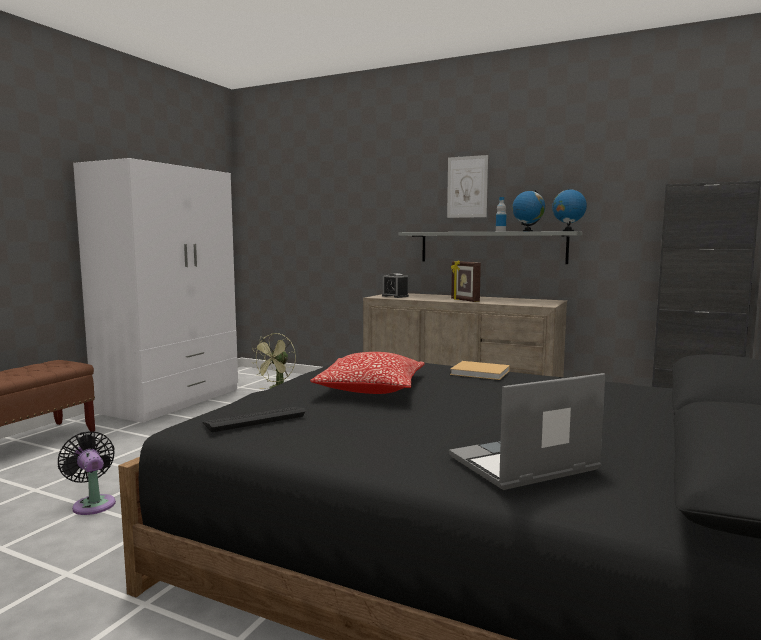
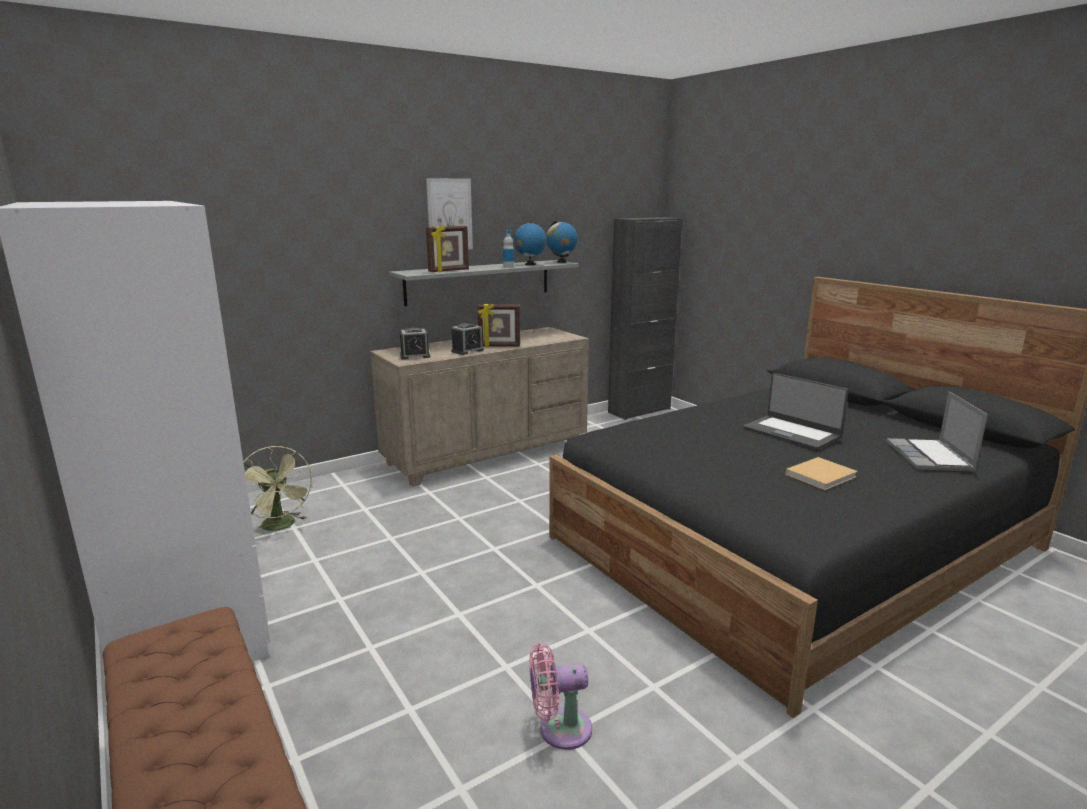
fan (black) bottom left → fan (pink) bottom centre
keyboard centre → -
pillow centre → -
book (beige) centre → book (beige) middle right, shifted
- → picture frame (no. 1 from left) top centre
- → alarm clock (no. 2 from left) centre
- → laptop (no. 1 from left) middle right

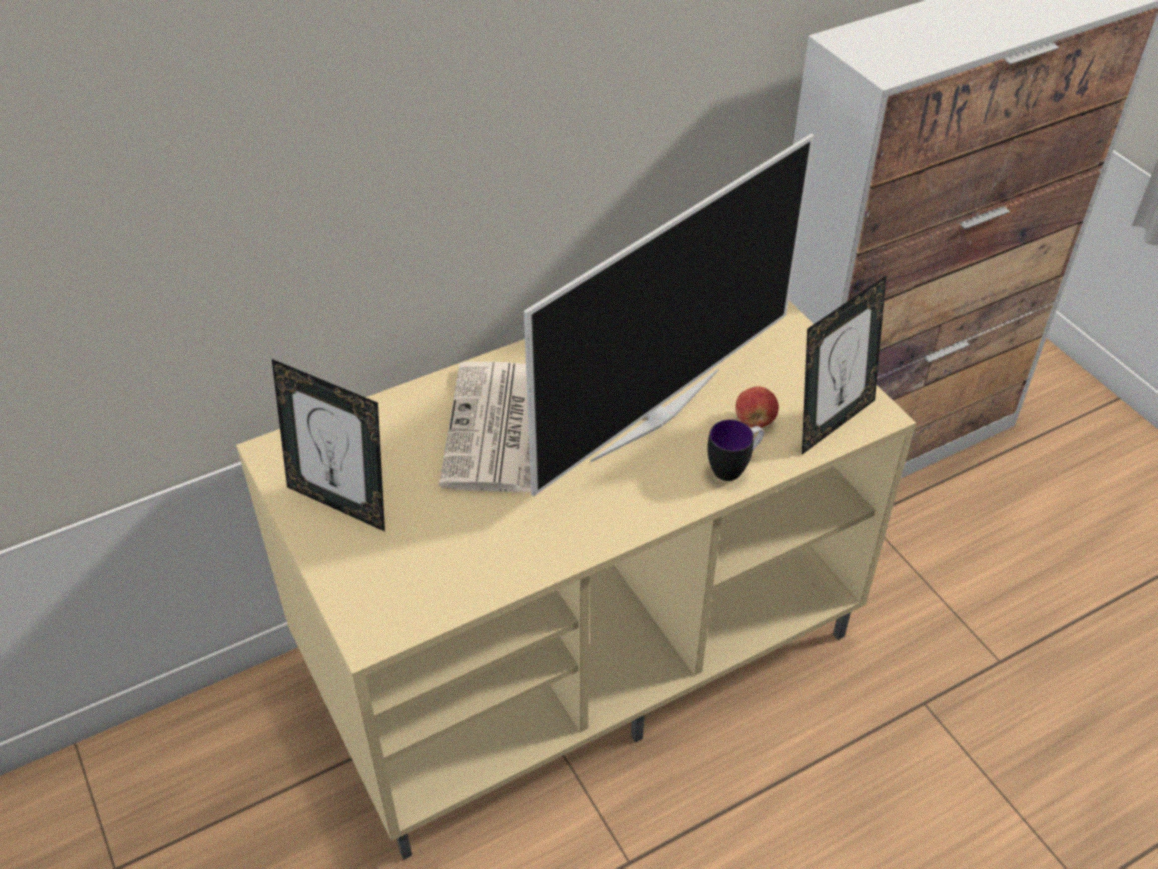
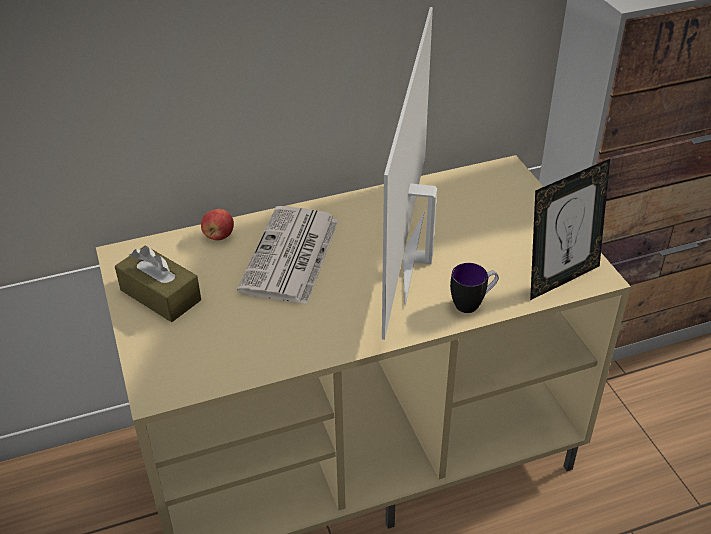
picture frame (no. 1 from left) middle left → tissue box (brown) middle left
television centre → television top centre, 135 degrees clockwise
apple centre → apple middle left, shifted

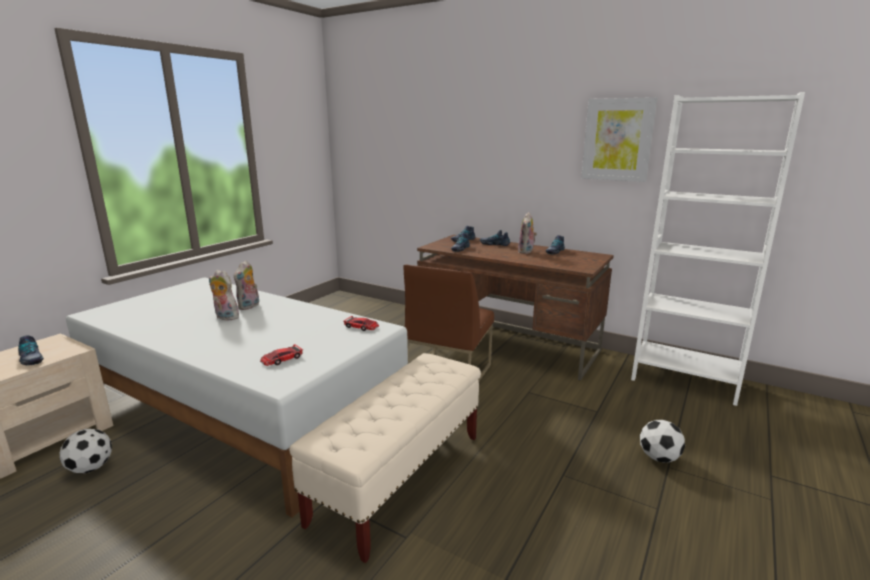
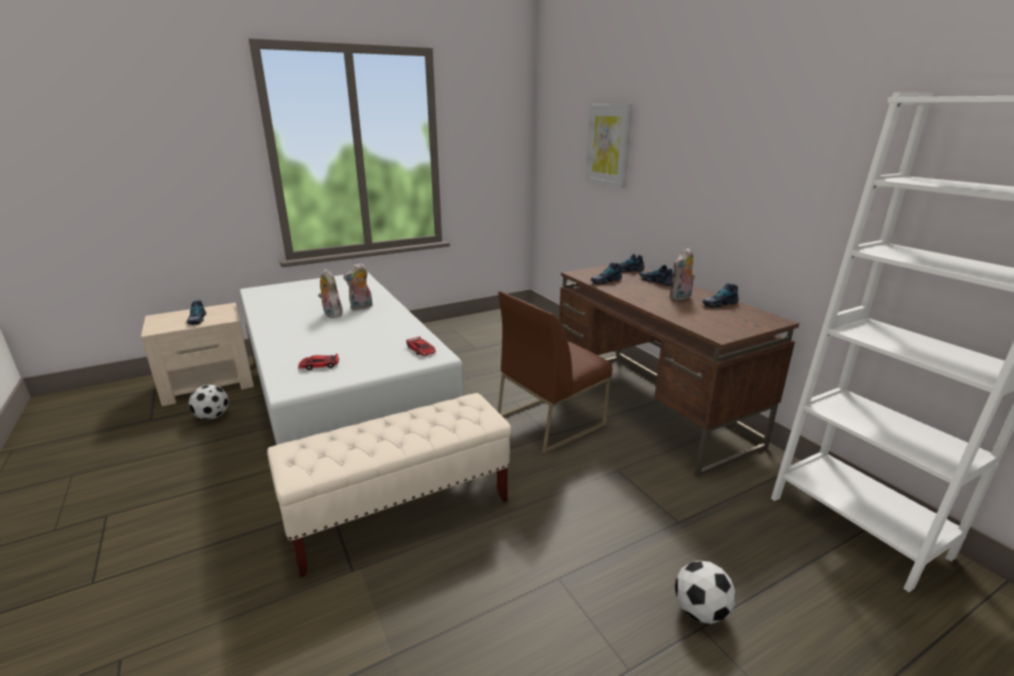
picture top right → picture top centre, shifted

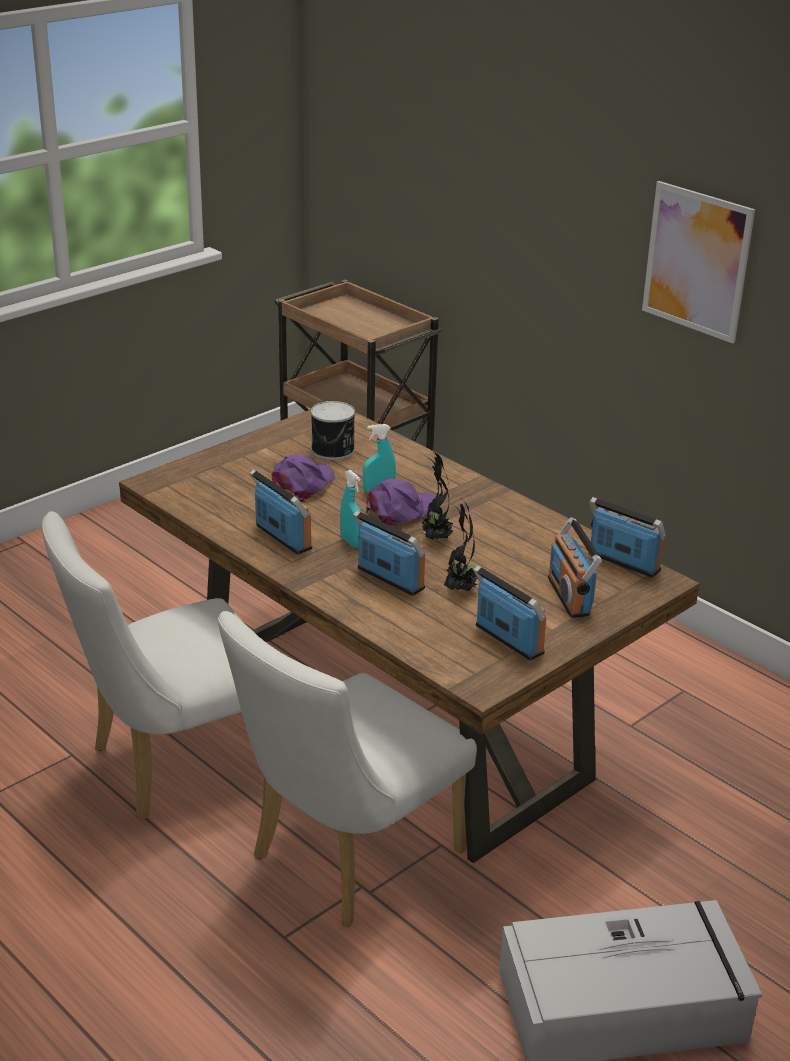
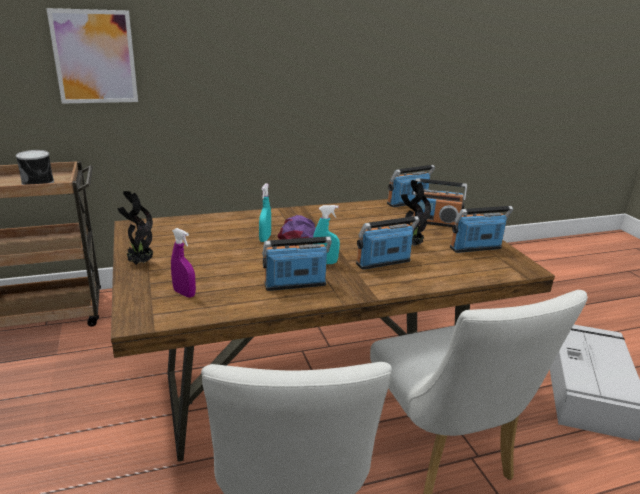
cap (purple) (no. 1 from left) centre → -
can centre → can middle left, shifted
potted plant (no. 1 from left) centre → potted plant (no. 1 from left) middle left, shifted
picture top right → picture top left, shifted
- → spray bottle (purple) middle left

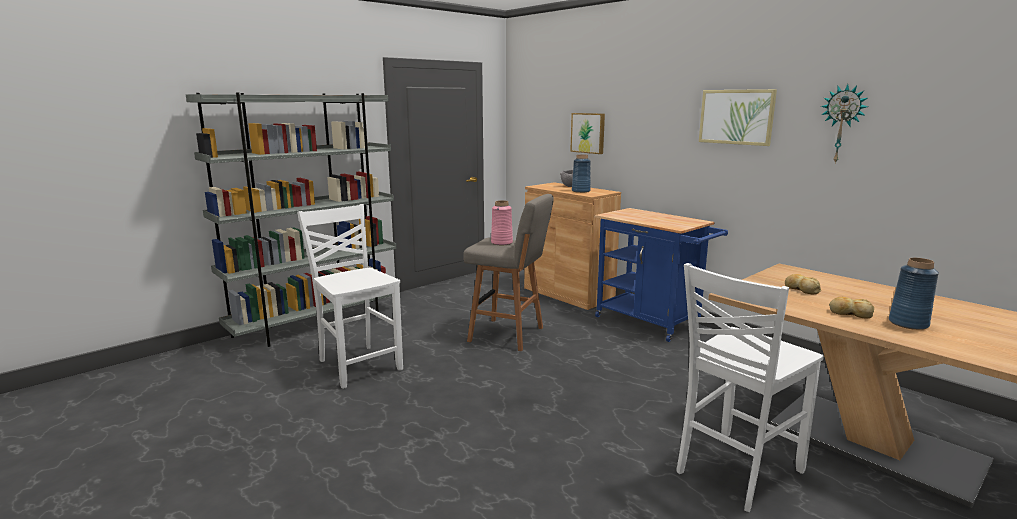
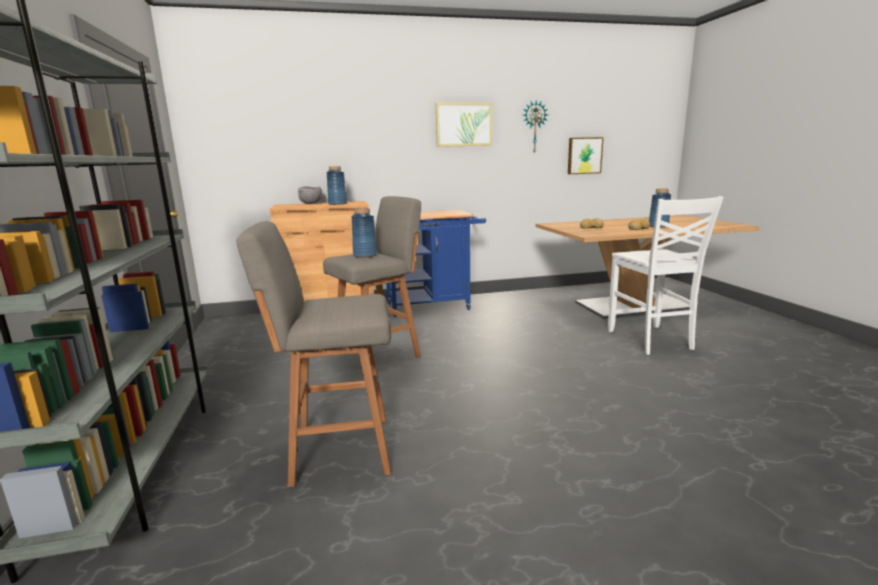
chair (white) (no. 1 from left) centre → stool (grey) (no. 1 from left) centre
vase (pink) centre → vase (blue) (no. 2 from left) centre
picture (no. 1 from left in the first image) top centre → picture (no. 2 from left) top right, shifted

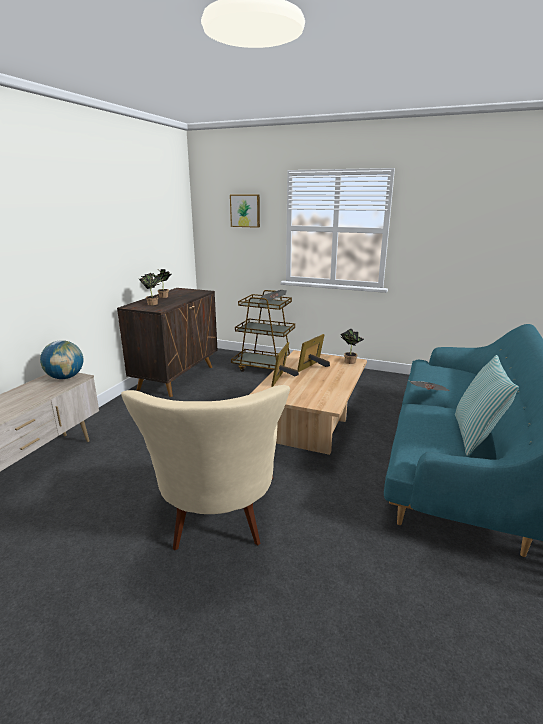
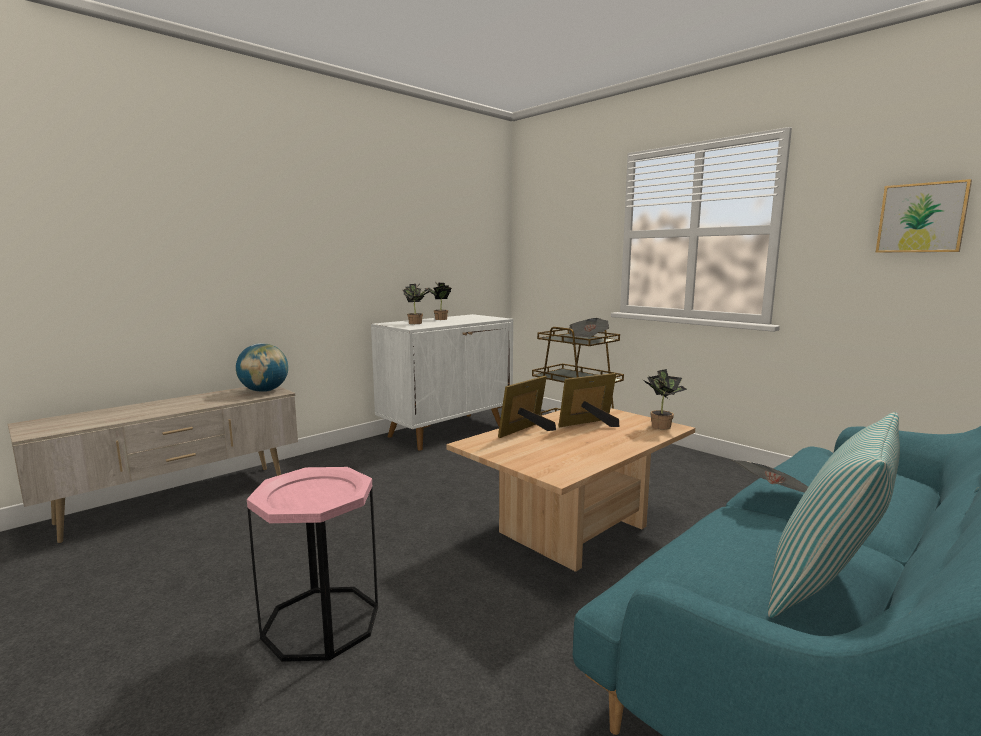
cabinet (brown) middle left → cabinet (white) centre
armchair (beige) centre → side table (pink) bottom left
picture top centre → picture top right, shifted

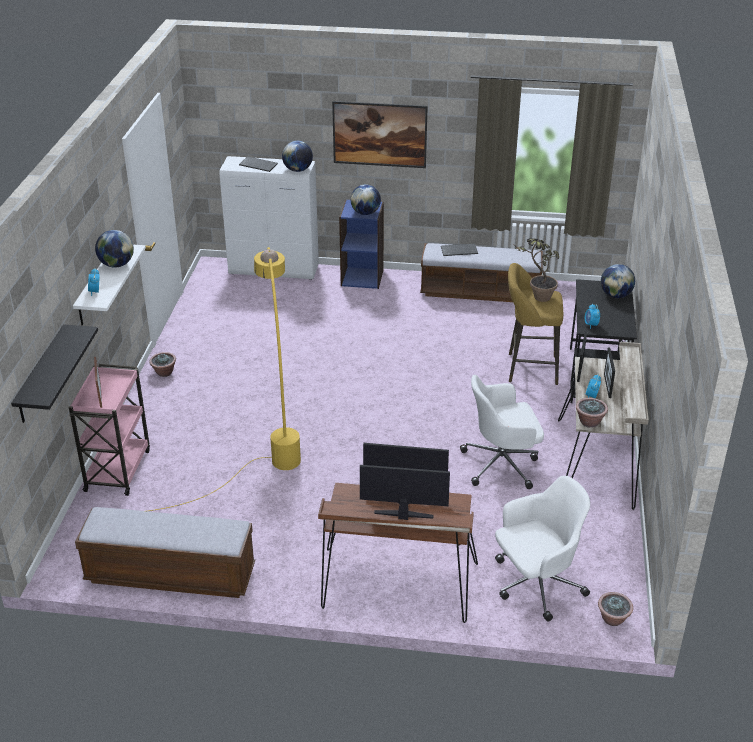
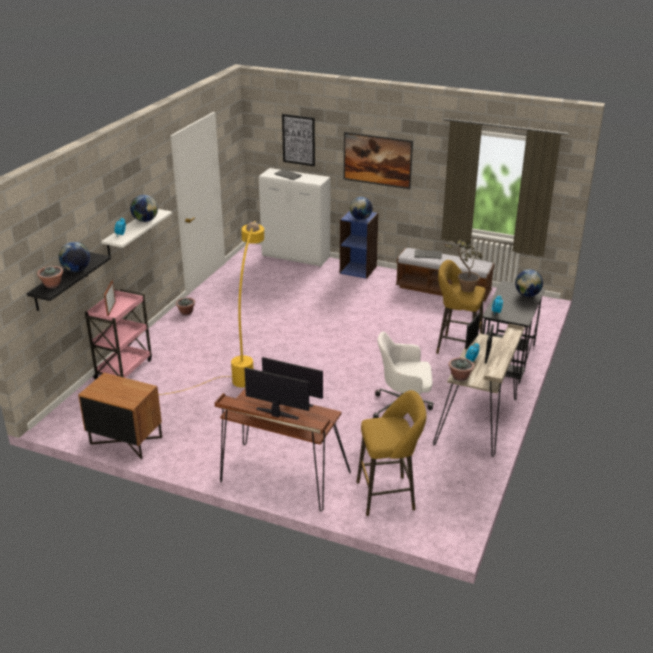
bench (no. 1 from left) bottom left → nightstand (brown) middle left
globe (no. 2 from left in the first image) top centre → globe (no. 1 from left) middle left, shifted
office chair (white) (no. 2 from left) bottom right → stool (yellow) (no. 1 from left) bottom centre
potted plant (no. 4 from left in the first image) bottom right → potted plant (no. 1 from left) middle left, shifted
- → picture (no. 1 from left) top centre

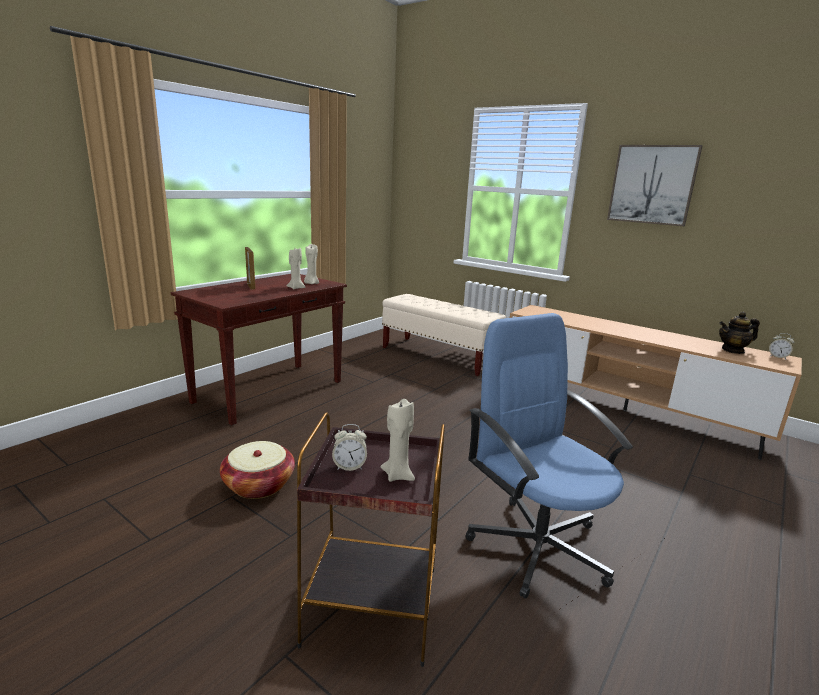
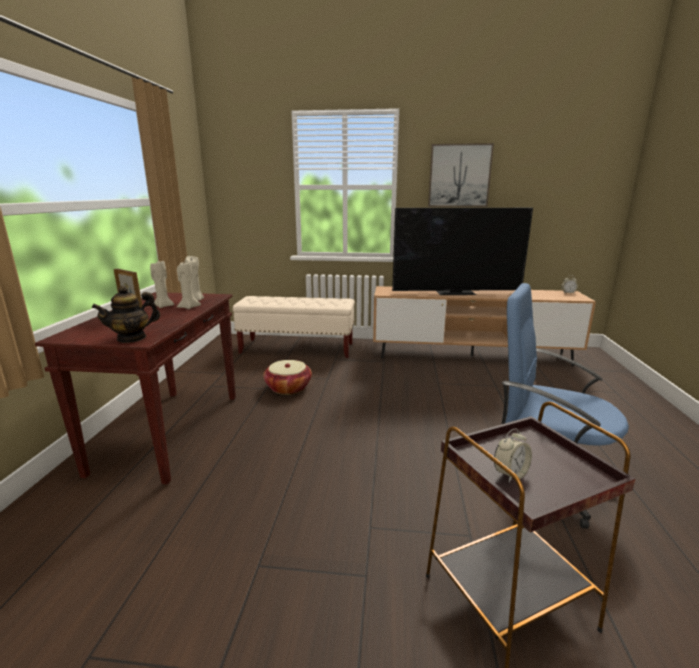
basket bottom left → basket centre, shifted
candle (beige) (no. 3 from left in the first image) centre → candle (beige) (no. 1 from left) middle left, shifted
teapot middle right → teapot middle left, shifted
- → television centre

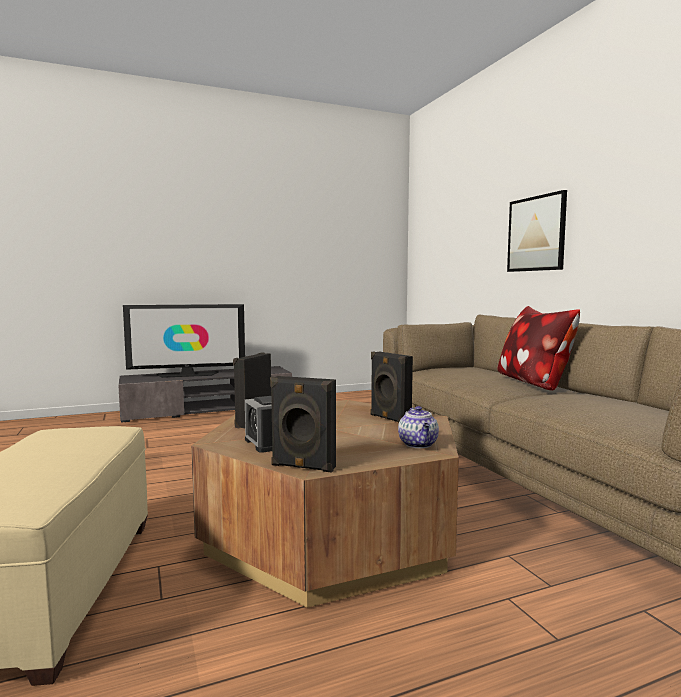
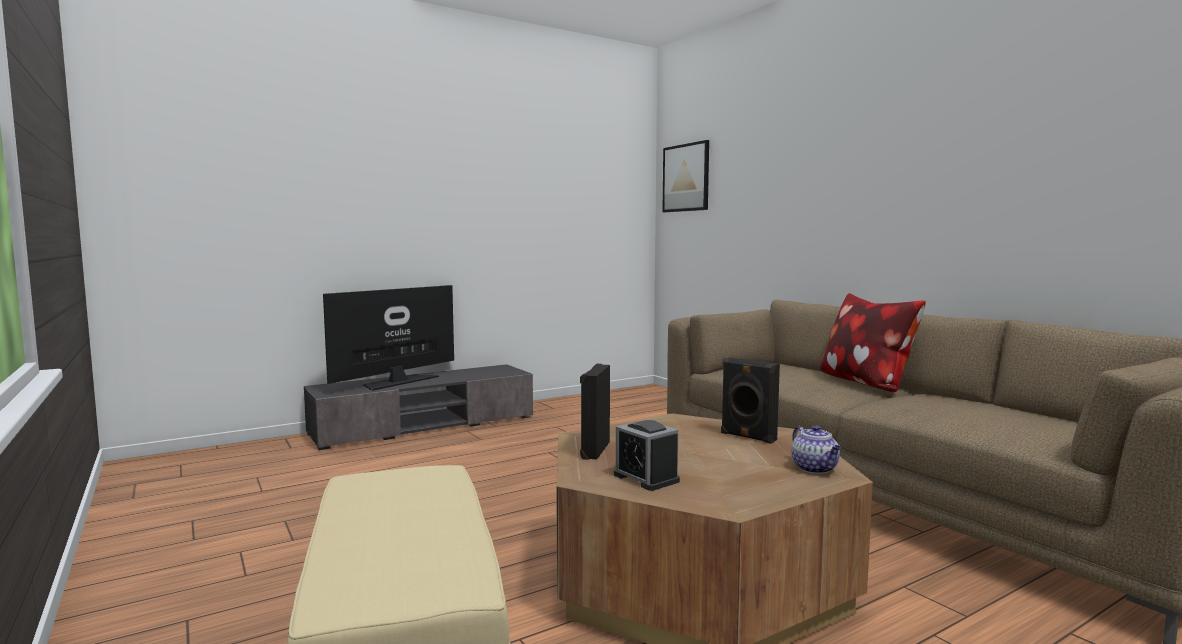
television middle left, 150 degrees clockwise
speaker (black) (no. 2 from left) centre → -
picture top right → picture top centre, shifted

